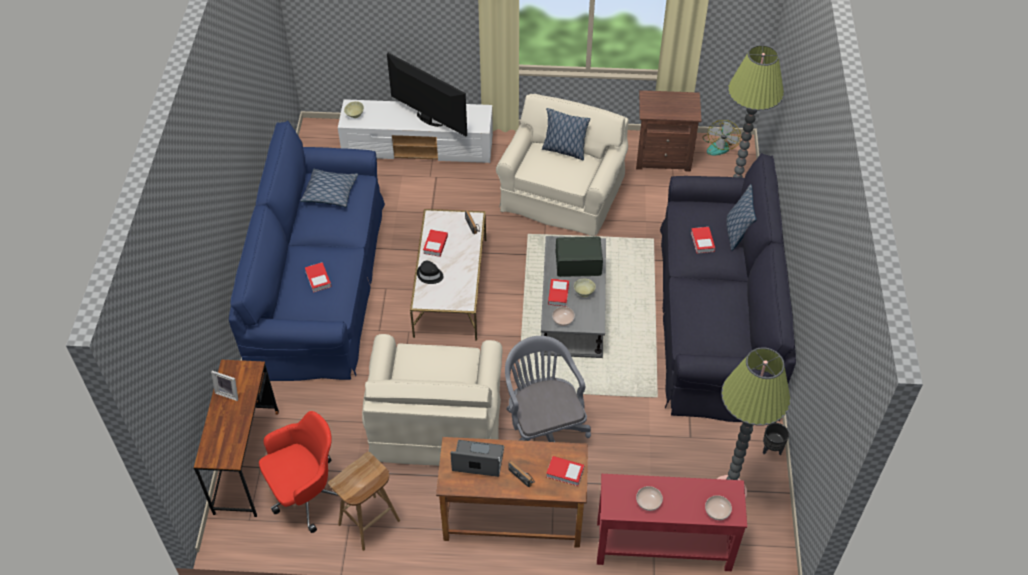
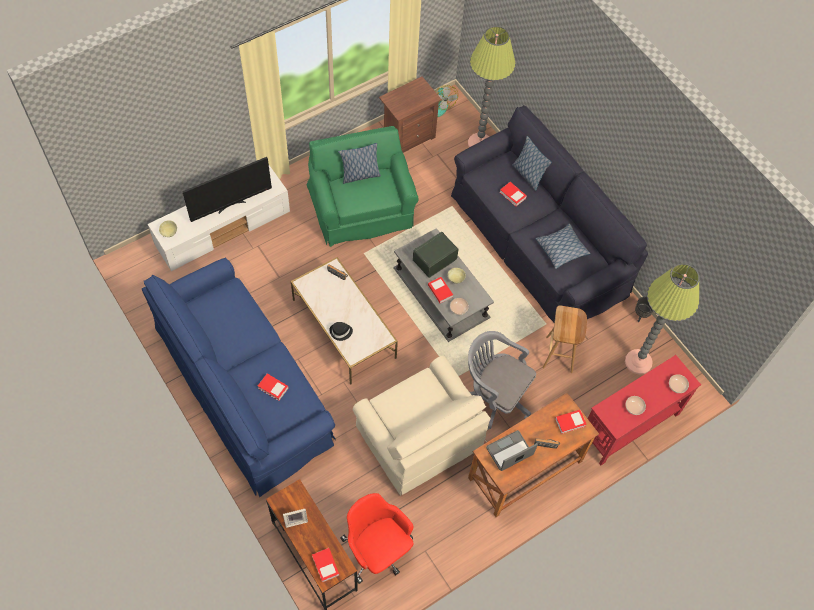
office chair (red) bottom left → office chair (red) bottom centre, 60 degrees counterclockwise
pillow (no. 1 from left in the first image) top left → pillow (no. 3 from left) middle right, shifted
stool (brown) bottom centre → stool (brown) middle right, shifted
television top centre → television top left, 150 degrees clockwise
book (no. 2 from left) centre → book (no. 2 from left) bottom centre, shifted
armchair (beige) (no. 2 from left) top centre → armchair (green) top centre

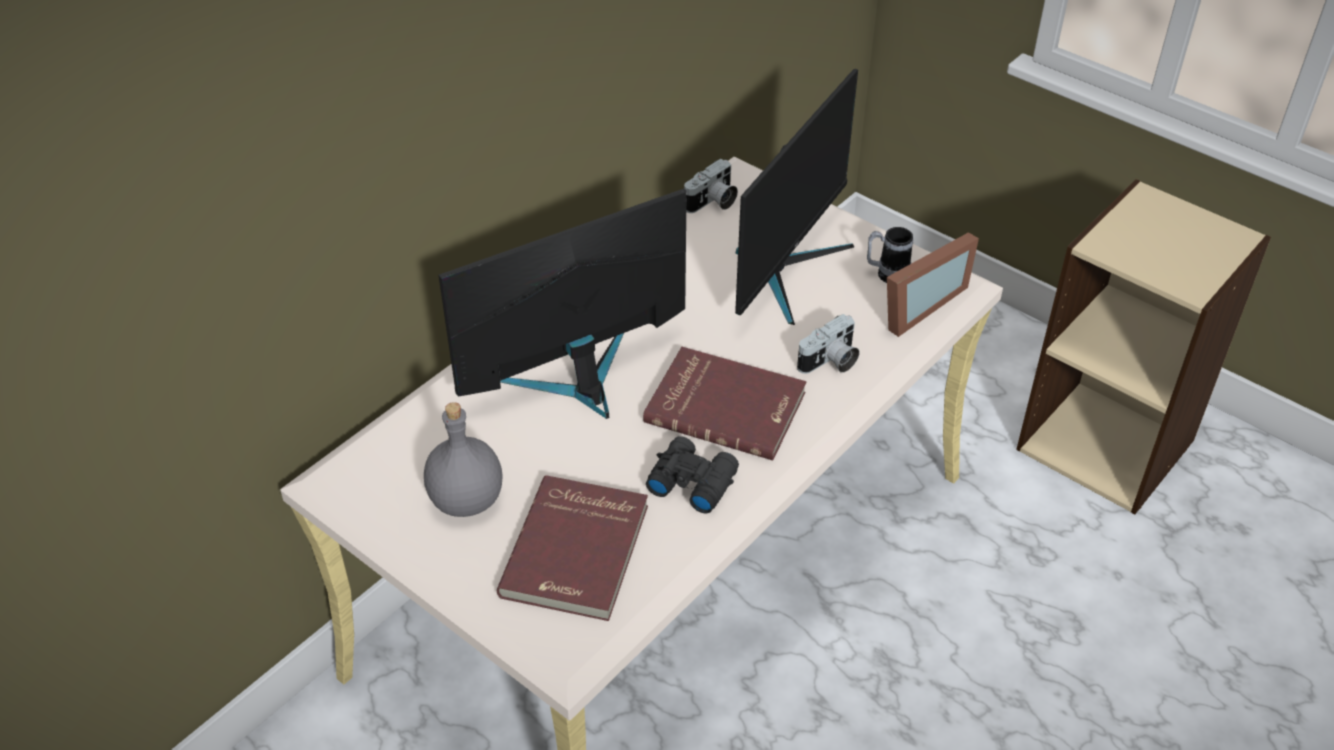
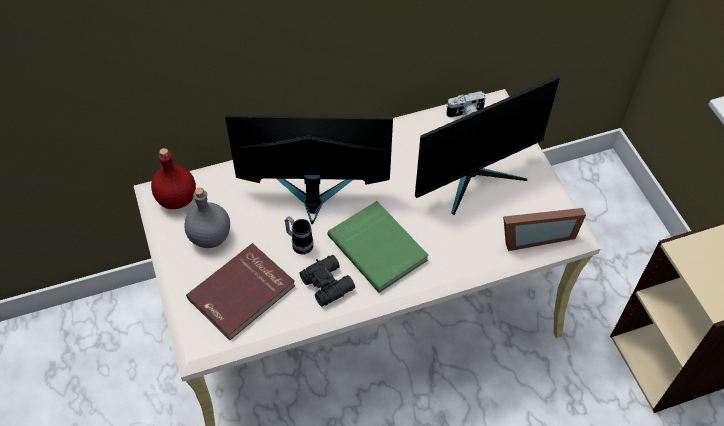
book (red) (no. 2 from left) centre → book (green) centre
photo camera (no. 2 from left) centre → -
mug middle right → mug centre, shifted
- → bottle (red) middle left

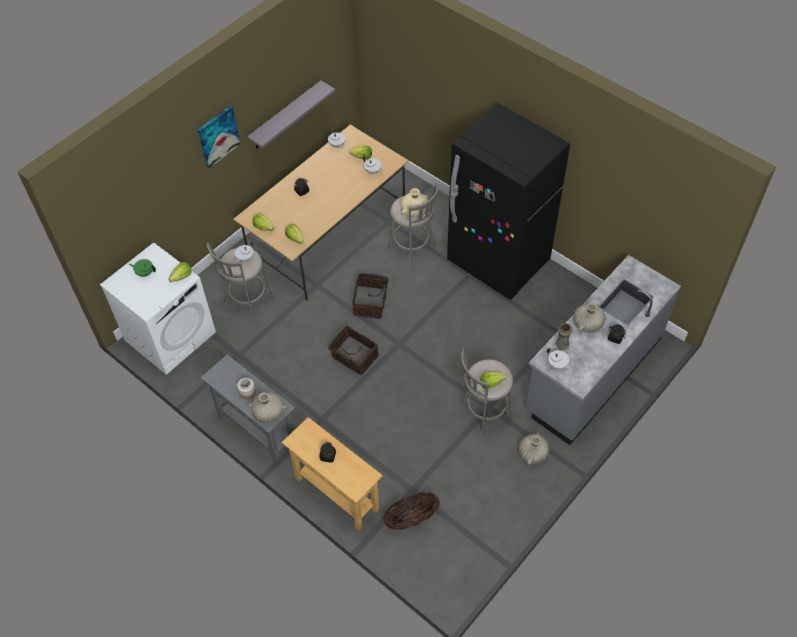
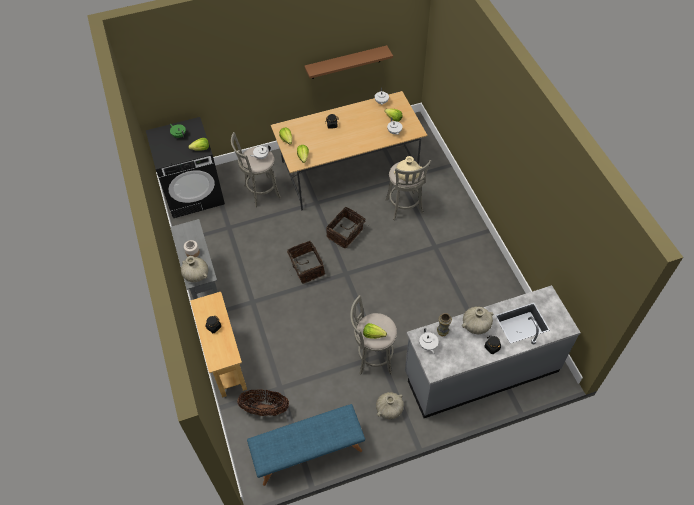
washing machine (white) middle left → washing machine (black) top left
picture top left → -
shelf (grey) top centre → shelf (brown) top centre
fridge (black) top centre → -
- → bench (blue) bottom centre

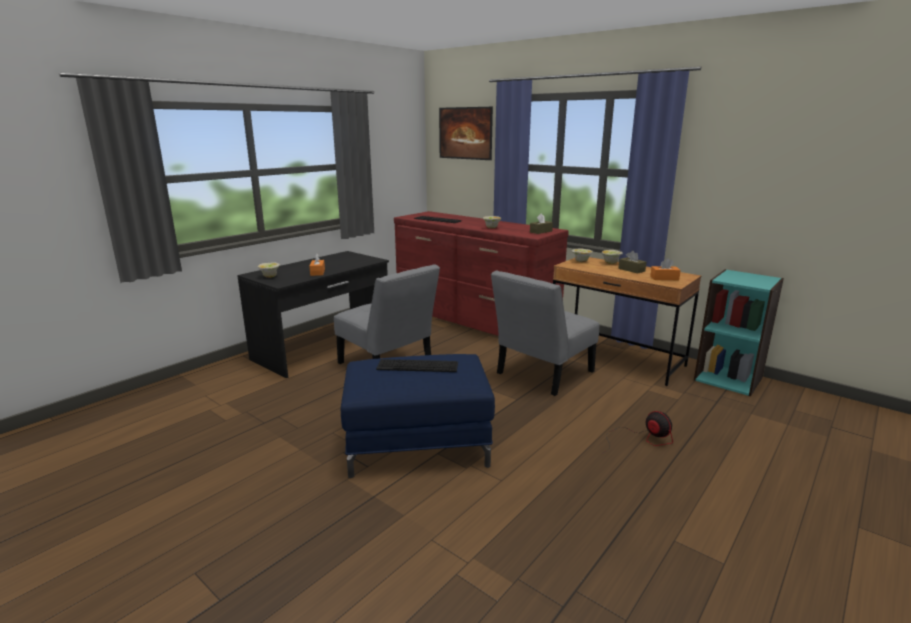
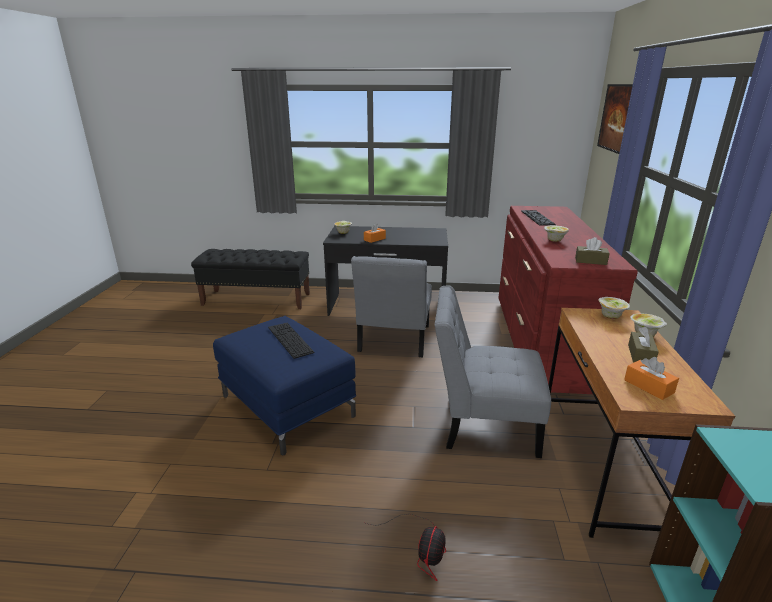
- → bench (black) middle left

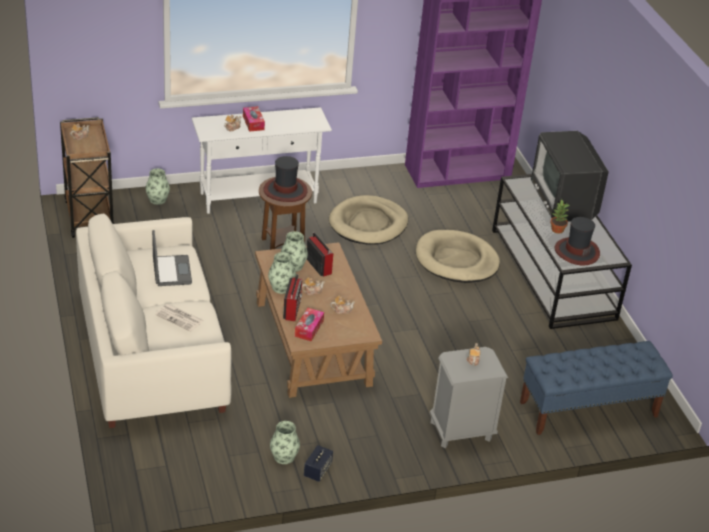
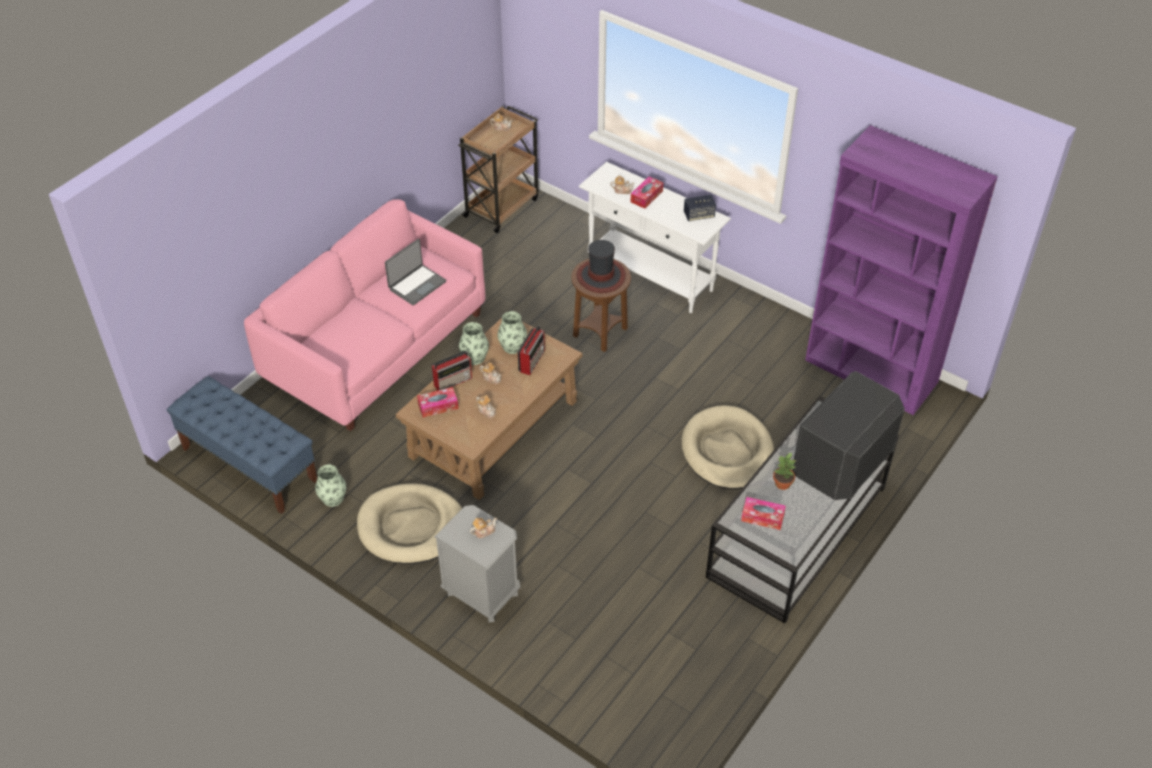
sofa (white) middle left → sofa (pink) middle left
vase (no. 1 from left) middle left → -
newspaper middle left → -
speaker bottom centre → speaker top centre, shifted
dog bed (beige) (no. 1 from left) centre → dog bed (beige) (no. 1 from left) bottom centre, shifted
bench (blue) bottom right → bench (blue) middle left, shifted
hat (no. 2 from left) middle right → tissue box (no. 3 from left) bottom centre

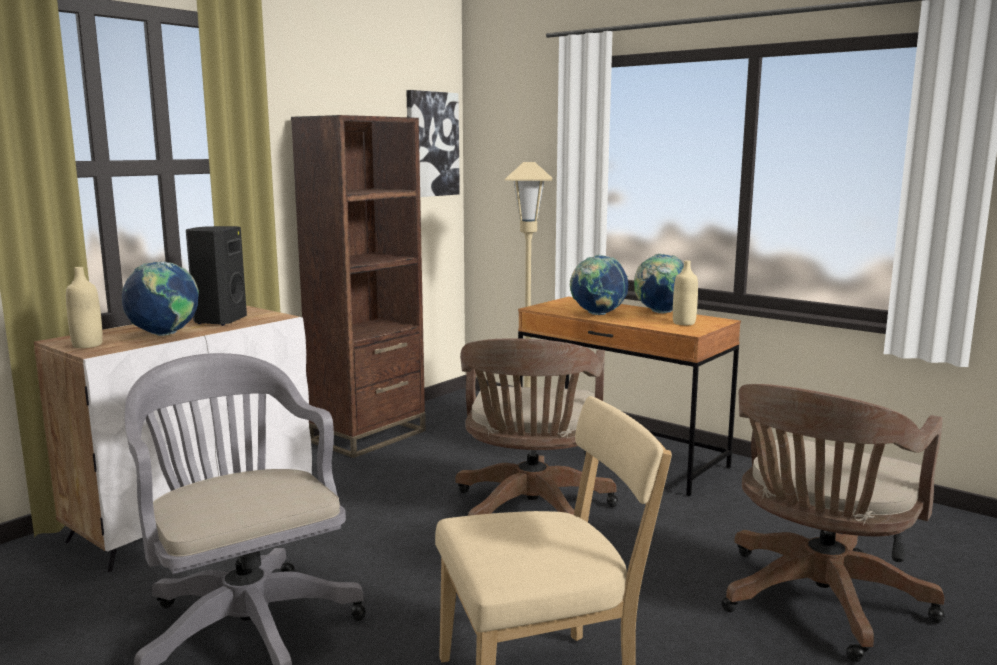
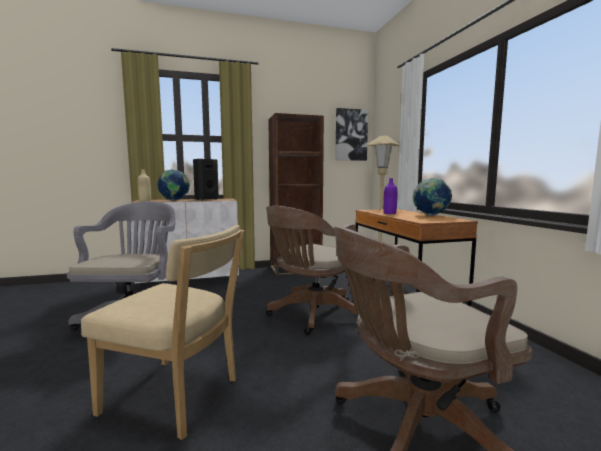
globe (no. 2 from left) centre → bottle (purple) centre
bottle (beige) (no. 2 from left) middle right → -

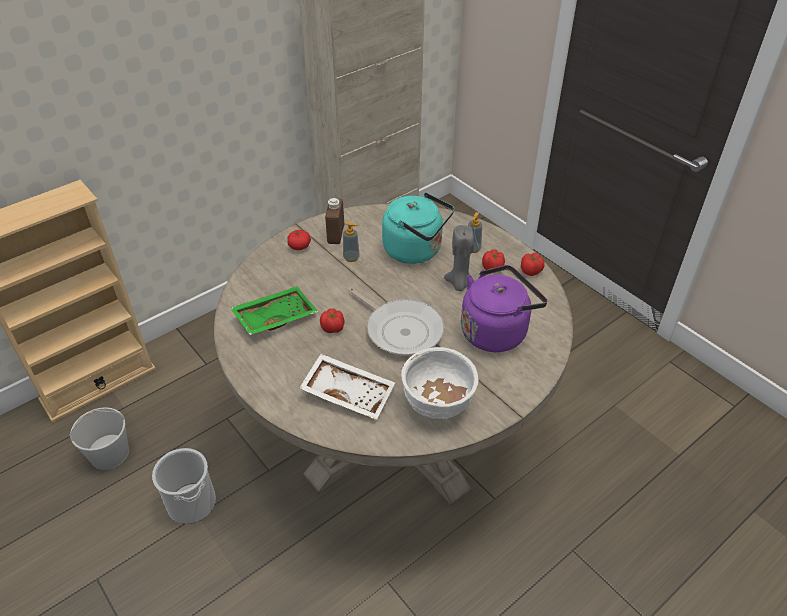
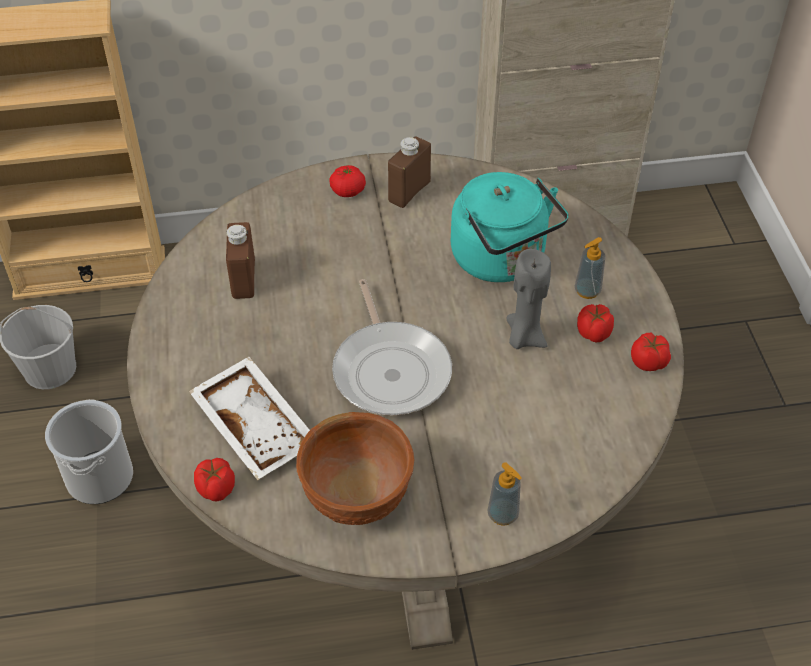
tray (green) centre → bottle (brown) (no. 1 from left) middle left
tomato (no. 2 from left in the first image) centre → tomato (no. 1 from left) bottom left, shifted
soap dispenser (no. 1 from left) centre → soap dispenser (no. 1 from left) bottom centre, shifted
bowl (white) centre → bowl (brown) bottom centre
kettle (purple) centre → -

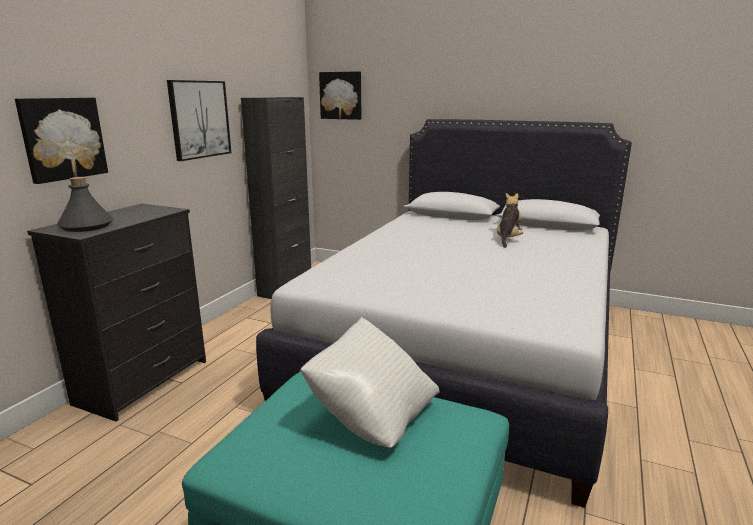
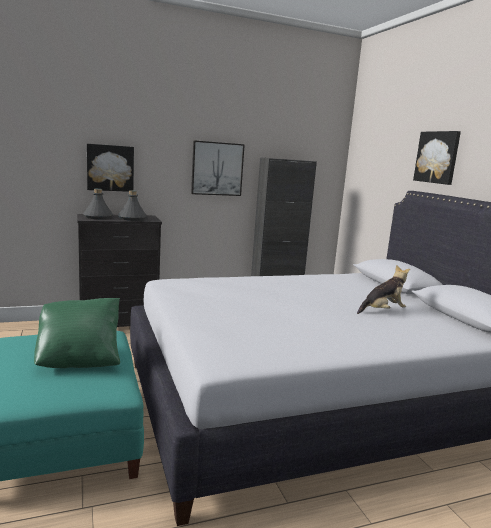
pillow (white) bottom centre → pillow (green) middle left
picture (no. 3 from left) top centre → picture (no. 3 from left) top right, shifted
- → bottle (grey) (no. 2 from left) middle left

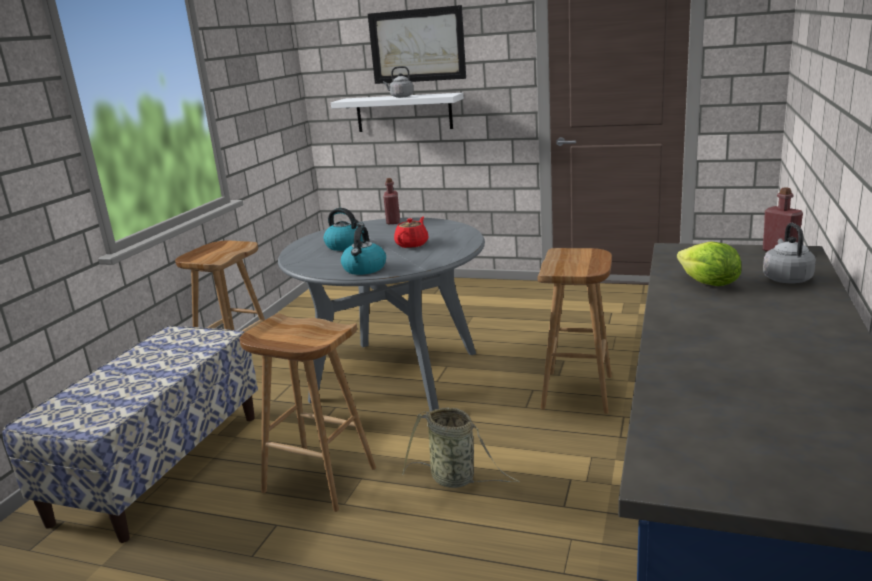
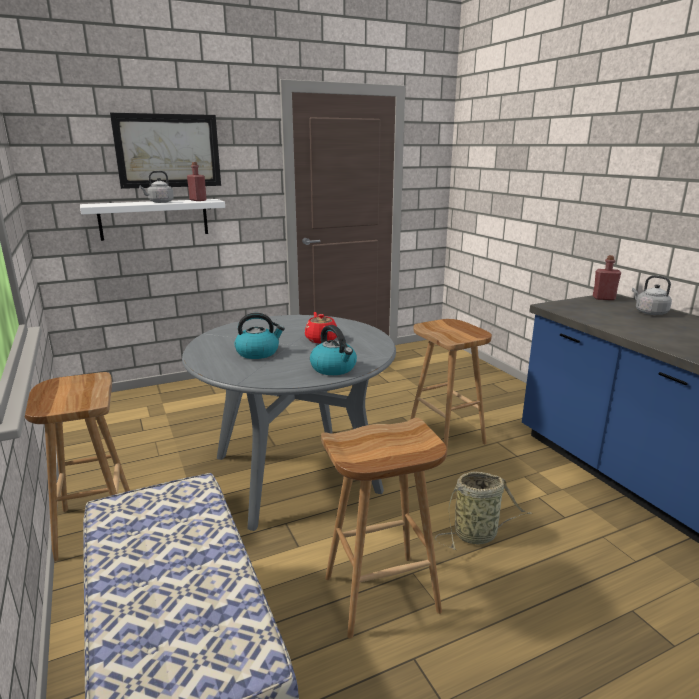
bottle (red) (no. 1 from left) centre → bottle (red) (no. 1 from left) top left, shifted
lettuce middle right → -

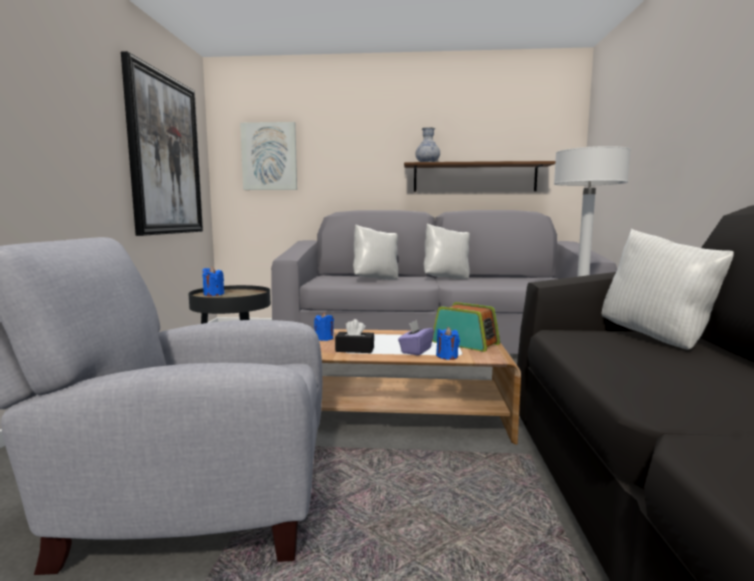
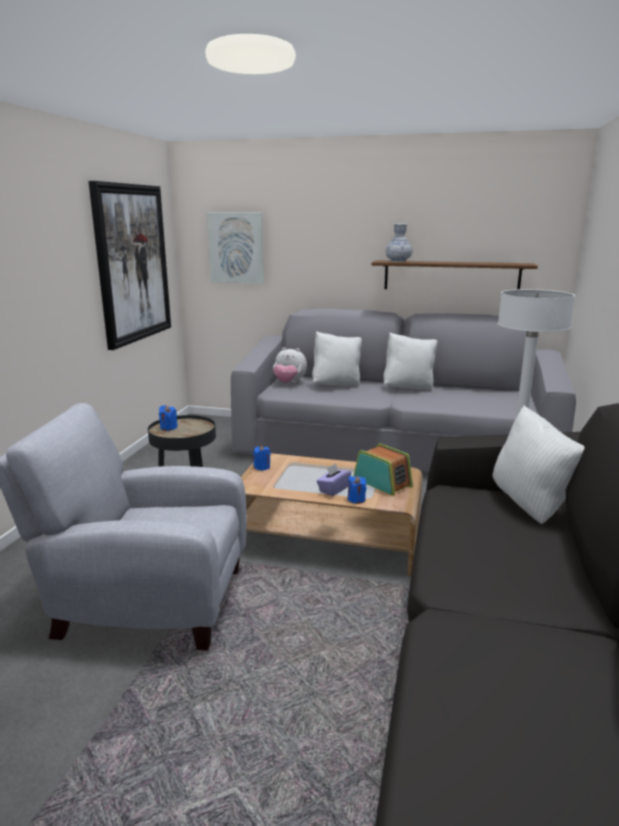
tissue box (black) centre → -
- → plush toy centre

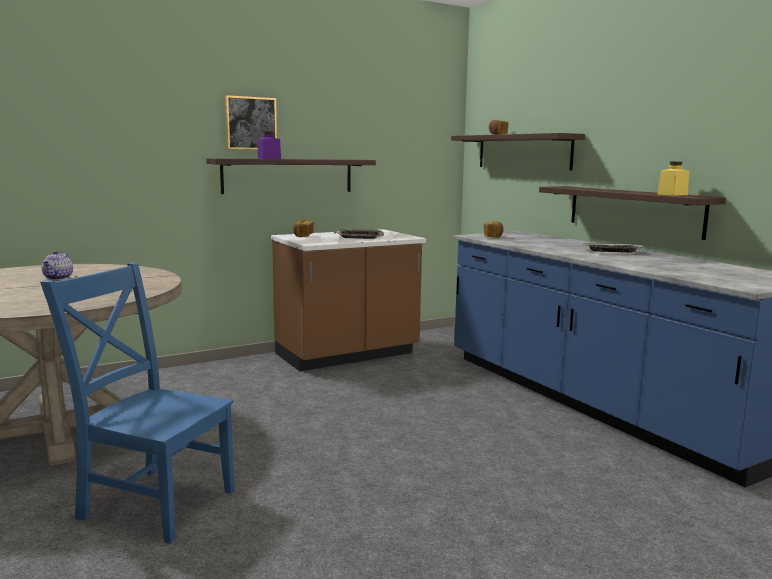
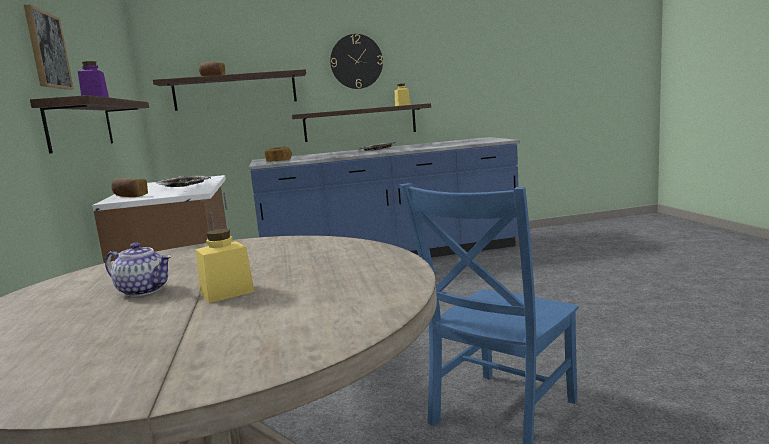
- → jar (yellow) (no. 1 from left) middle left
- → wall clock top centre

